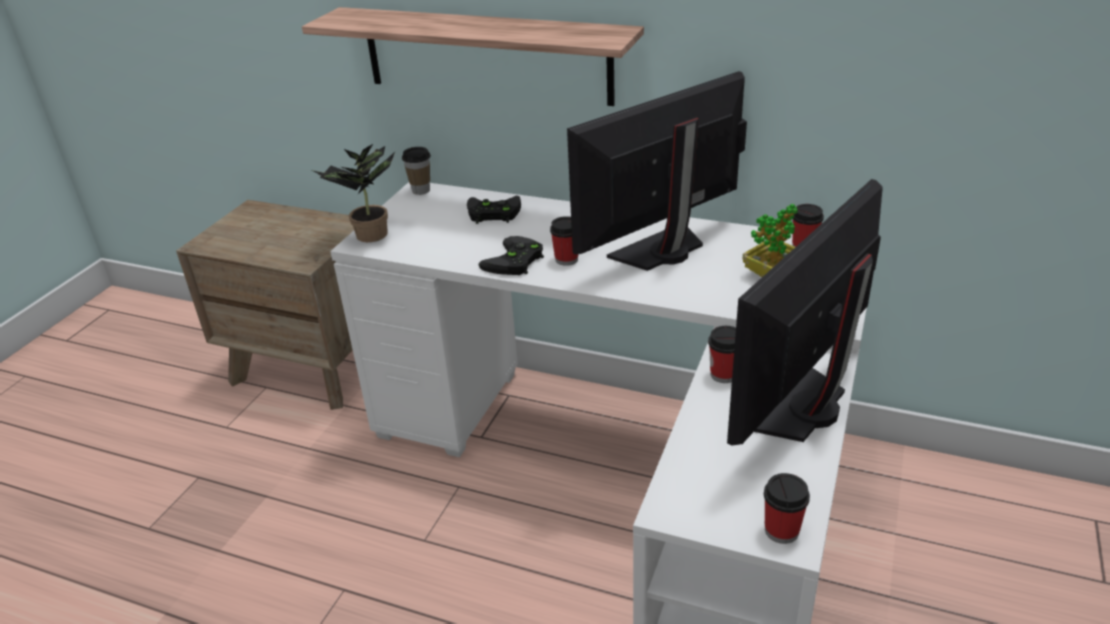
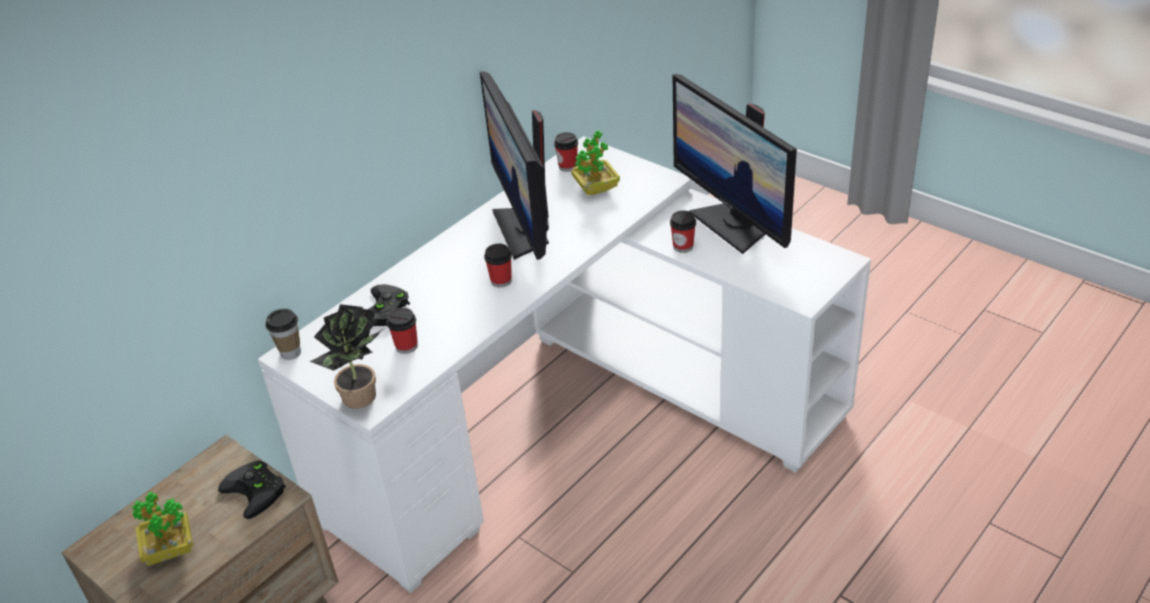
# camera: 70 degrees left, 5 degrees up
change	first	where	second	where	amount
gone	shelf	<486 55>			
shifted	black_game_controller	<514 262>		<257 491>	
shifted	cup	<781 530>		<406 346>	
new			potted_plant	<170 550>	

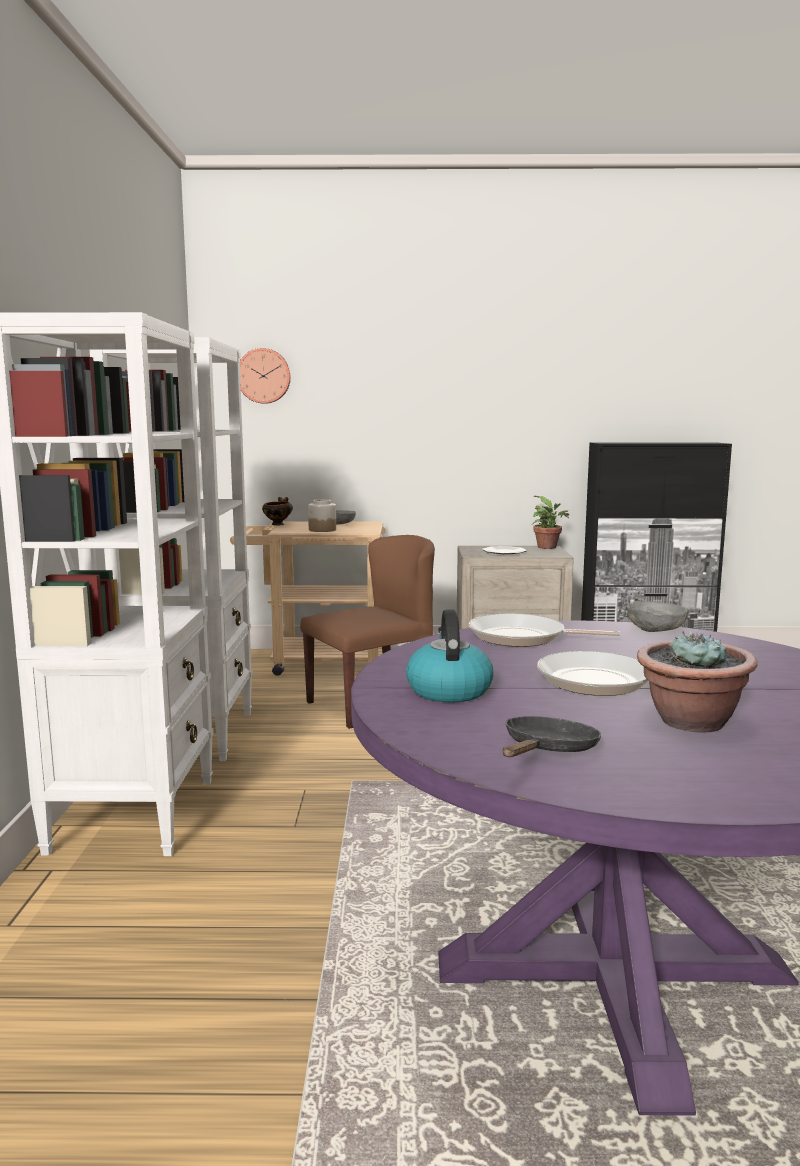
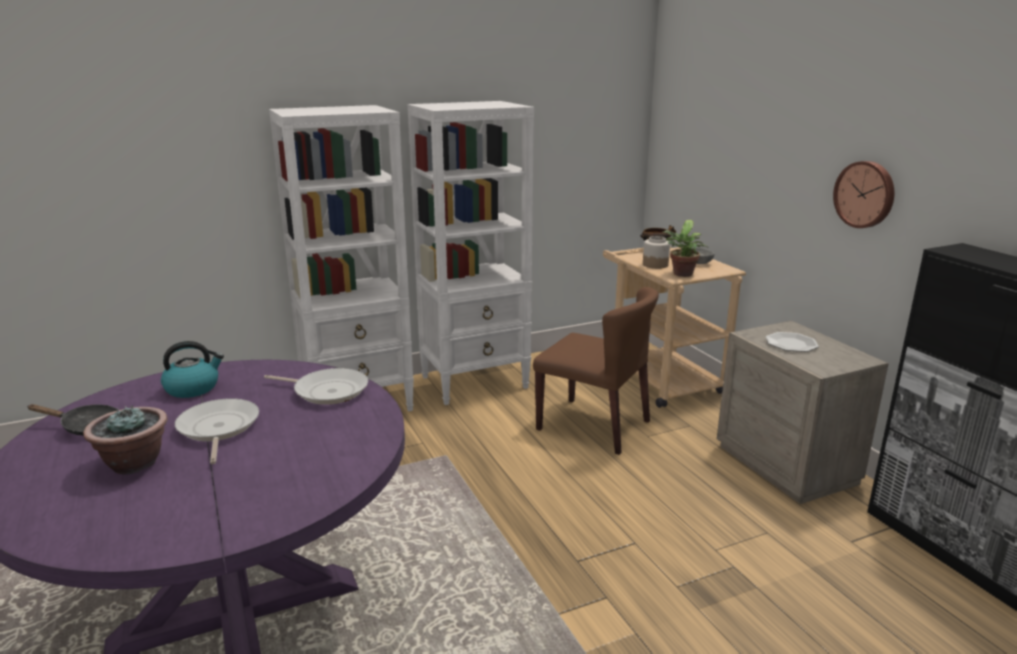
# camera: 65 degrees right, 10 degrees up
change	first	where	second	where	amount
shifted	wall_clock	<264 376>		<865 194>	
rotated	frying_pan	<523 637>		<327 391>	120 degrees clockwise
shifted	potted_plant	<548 548>		<682 275>	
gone	grey_bowl	<655 631>			

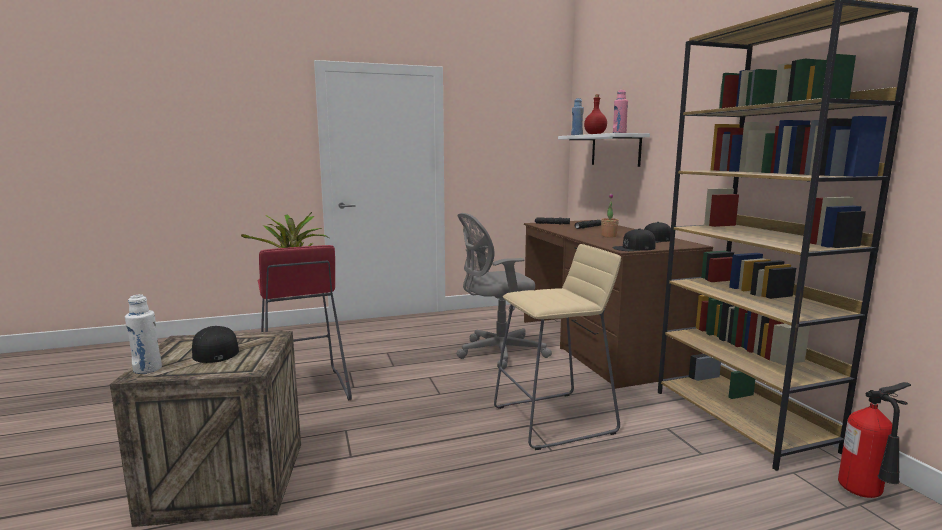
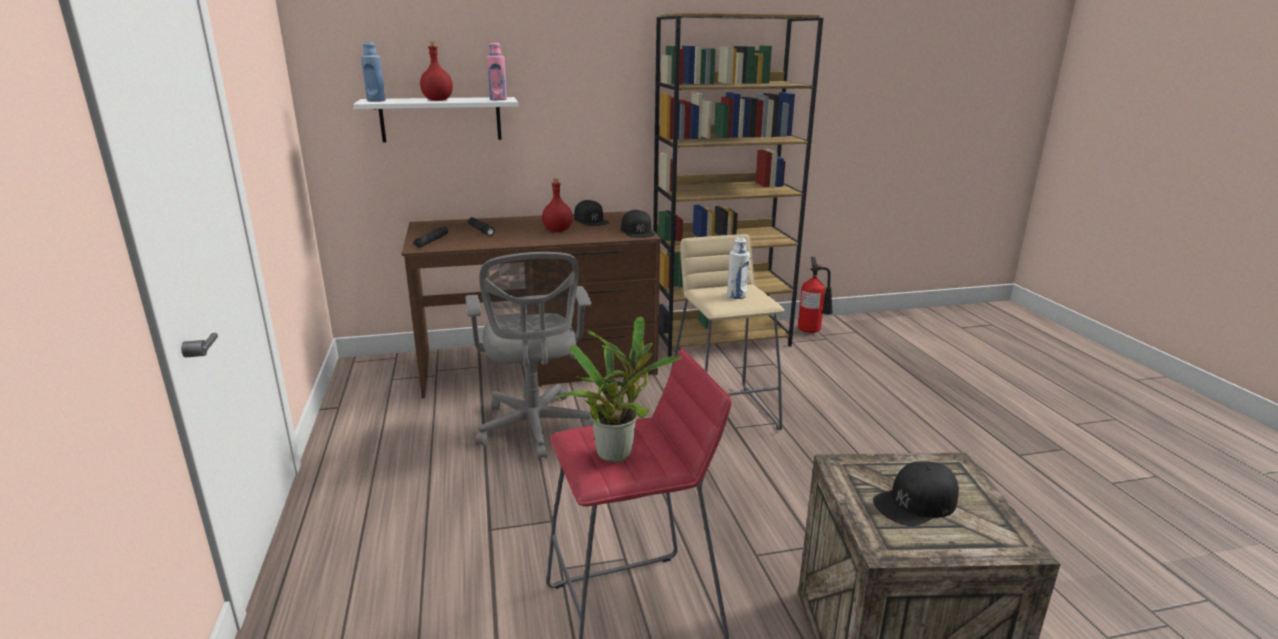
# camera: 85 degrees left, 10 degrees up
change	first	where	second	where	amount
shifted	white_bottle	<147 369>		<736 296>	
swapped	potted_plant	<609 236>	red_bottle	<558 230>	

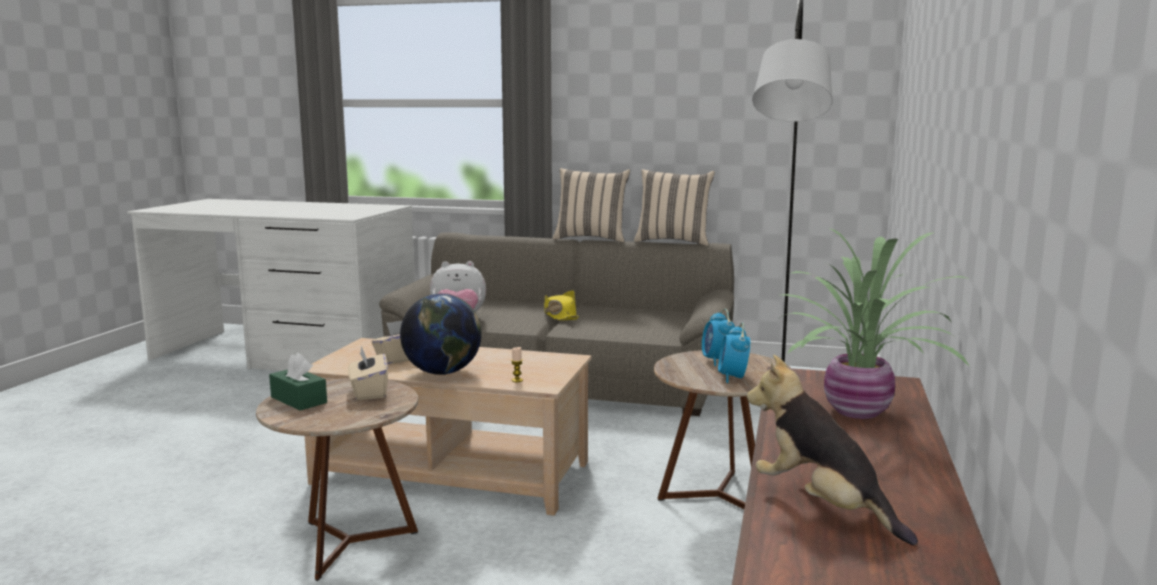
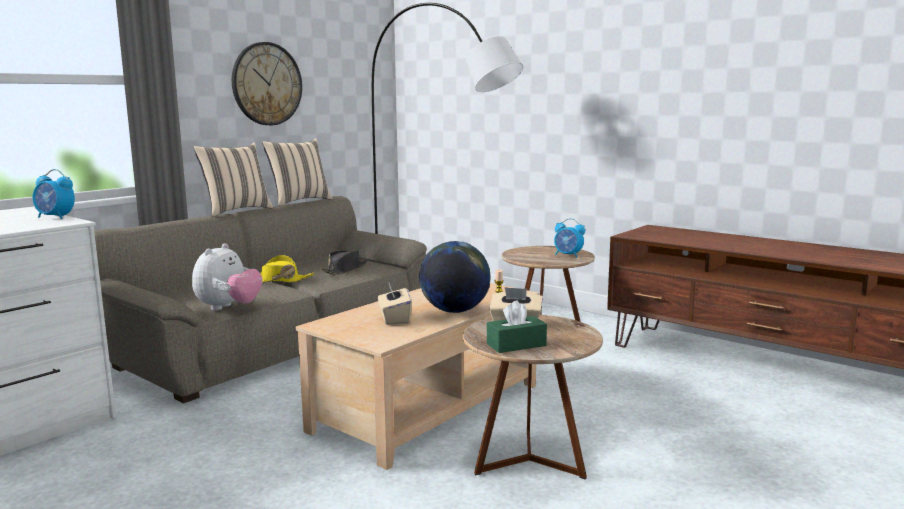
# camera: 65 degrees left, 0 degrees up
change	first	where	second	where	amount
shifted	alarm_clock	<717 361>		<55 217>	
gone	plush_toy	<822 506>			
gone	potted_plant	<858 413>			
new			wall_clock	<266 84>	
new			black_hat	<345 270>	

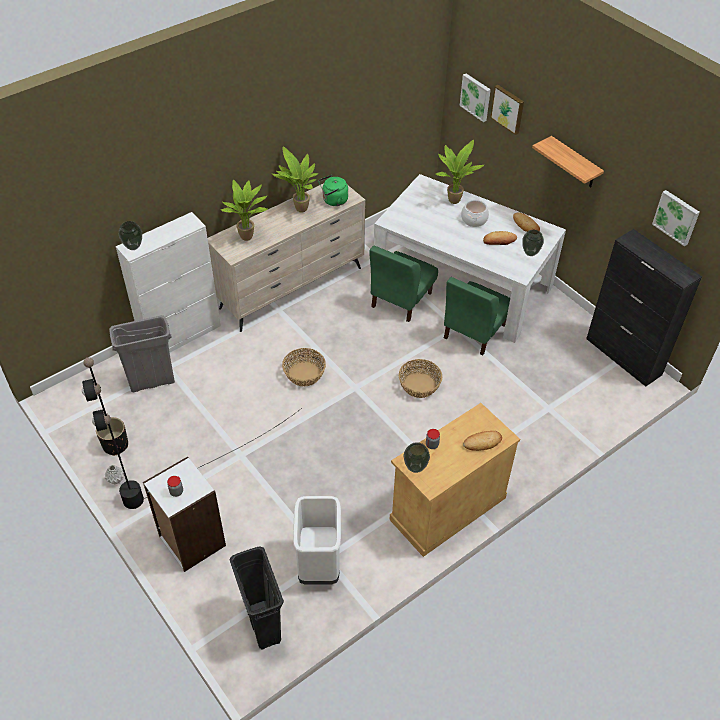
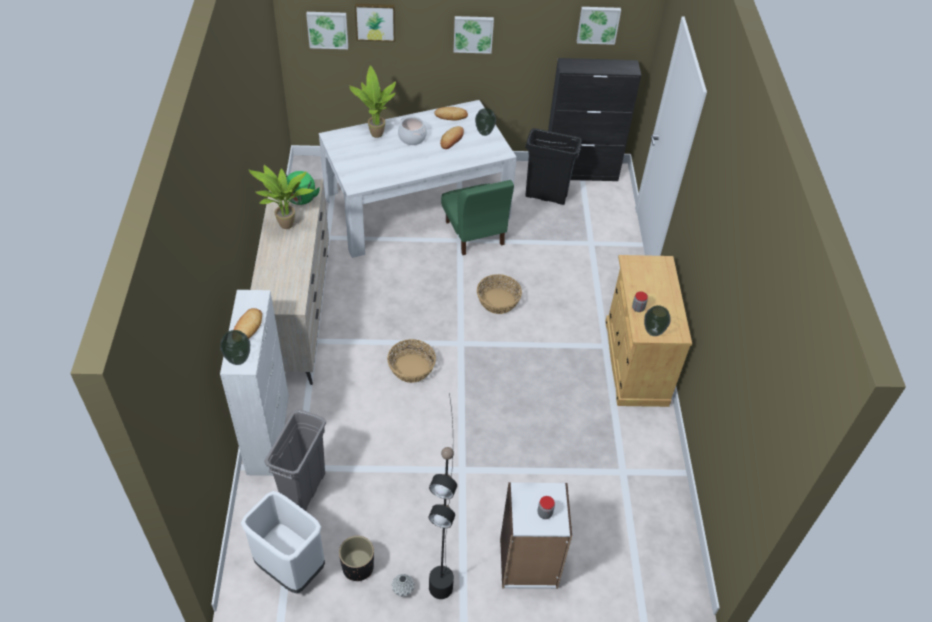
# camera: 55 degrees left, 0 degrees up
change	first	where	second	where	amount
gone	potted_plant	<248 237>			
shifted	black_trash_can	<262 623>		<545 196>	
shifted	white_trash_can	<318 564>		<290 567>	
gone	green_chair	<401 300>			
shifted	bread	<482 442>		<247 327>	
swapped	shelf	<574 163>	picture	<473 33>	

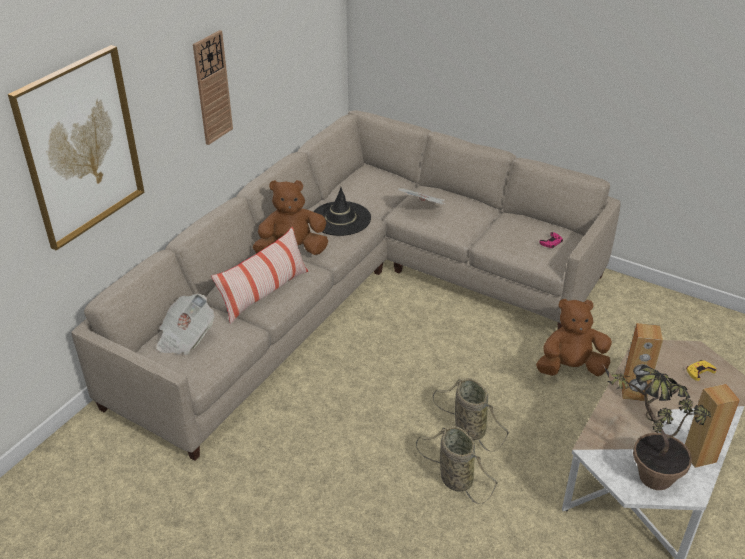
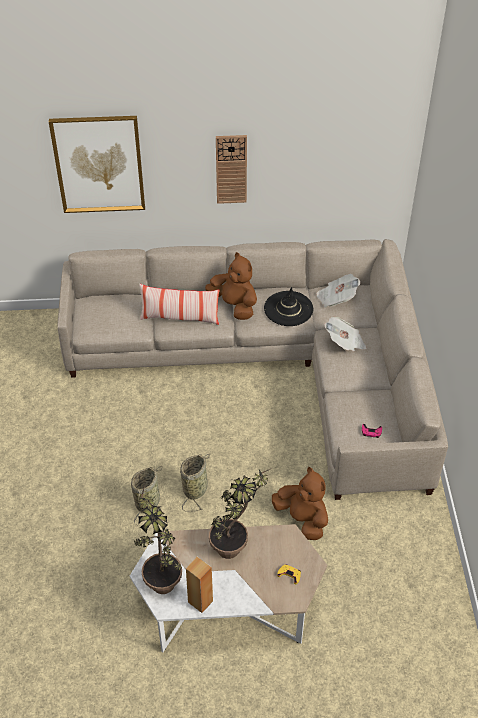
# camera: 55 degrees right, 10 degrees up
change	first	where	second	where	amount
shifted	newspaper	<185 337>		<336 298>	
swapped	brown_speaker	<633 393>	potted_plant	<235 544>	

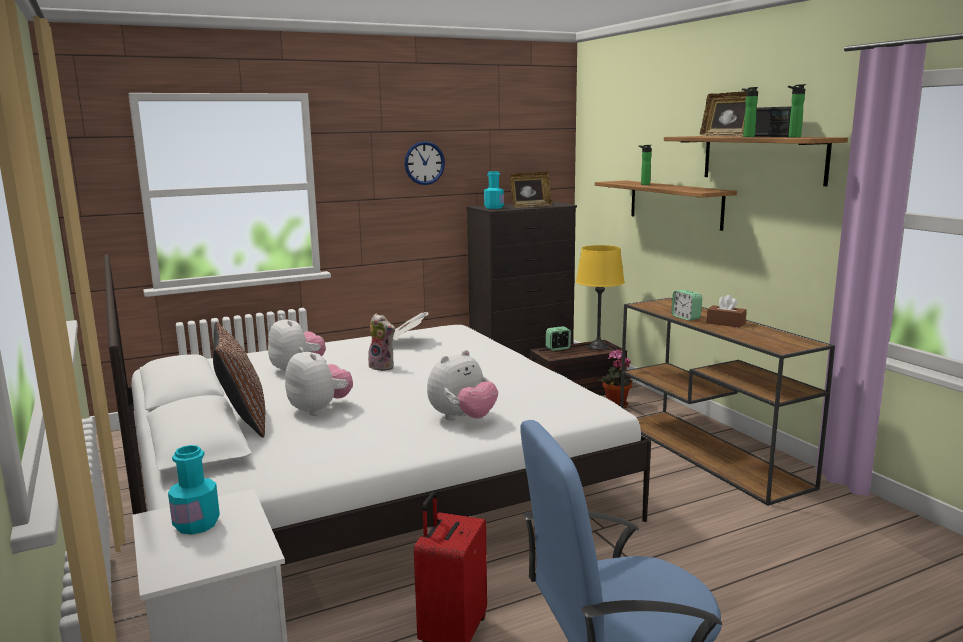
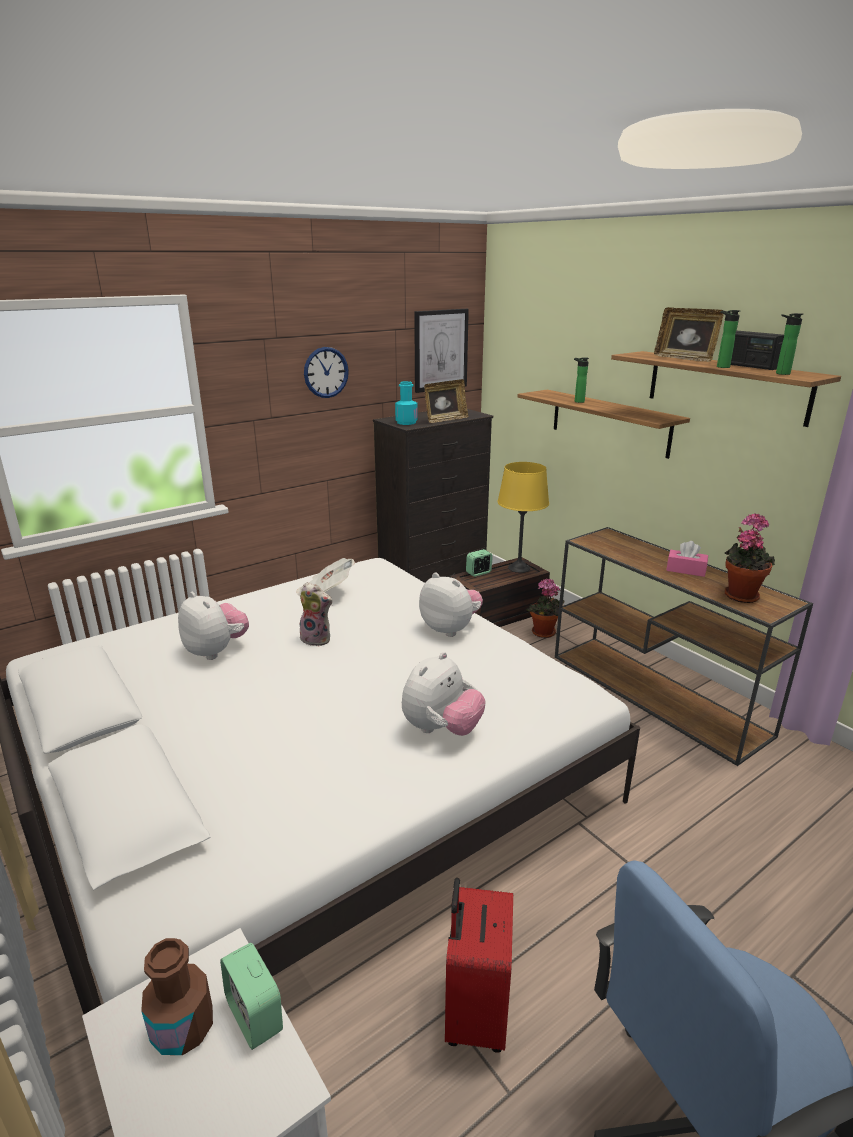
# camera: 10 degrees left, 10 degrees up
change	first	where	second	where	amount
repainted	turquoise_bottle	<196 524>	brown_bottle	<183 1028>	
gone	brown_pillow	<243 421>			
shifted	plush_toy	<319 409>		<450 628>	
shifted	alarm_clock	<686 317>		<255 1015>	
repainted	brown_tissue_box	<725 323>	pink_tissue_box	<686 570>	
new			picture	<440 350>	
new			potted_plant	<740 594>	

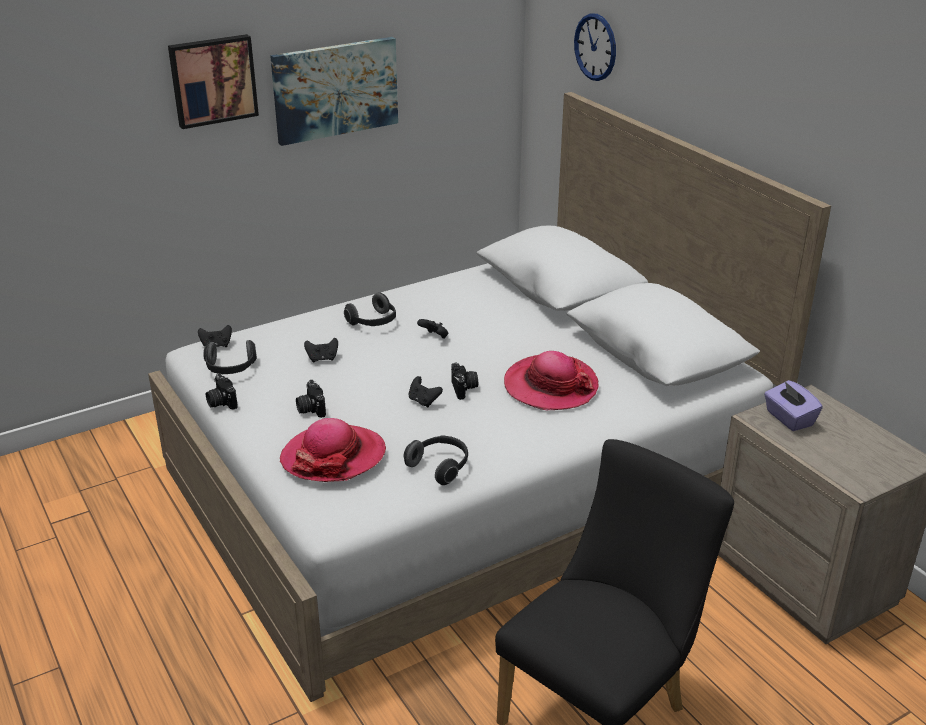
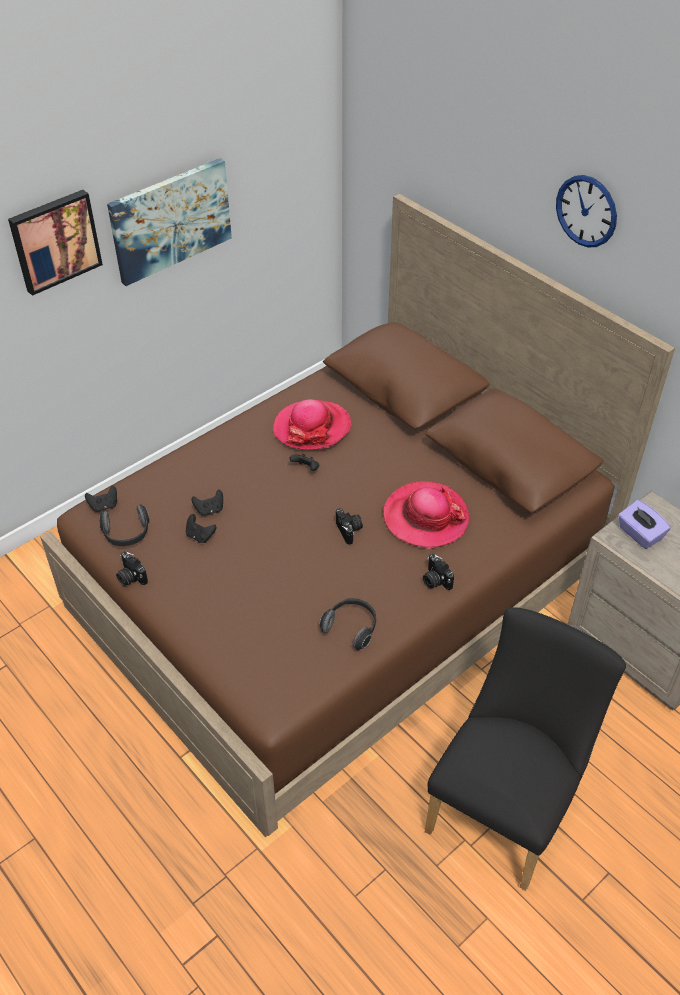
# camera: 10 degrees left, 15 degrees up
change	first	where	second	where	amount
repainted	white_bed	<464 482>	brown_bed	<341 584>	
shifted	hat	<333 457>		<312 427>	
shifted	photo_camera	<310 409>		<435 580>	
gone	headphones	<373 322>			
shifted	black_game_controller	<423 401>		<200 536>	
shifted	wall_clock	<595 47>		<586 211>	

